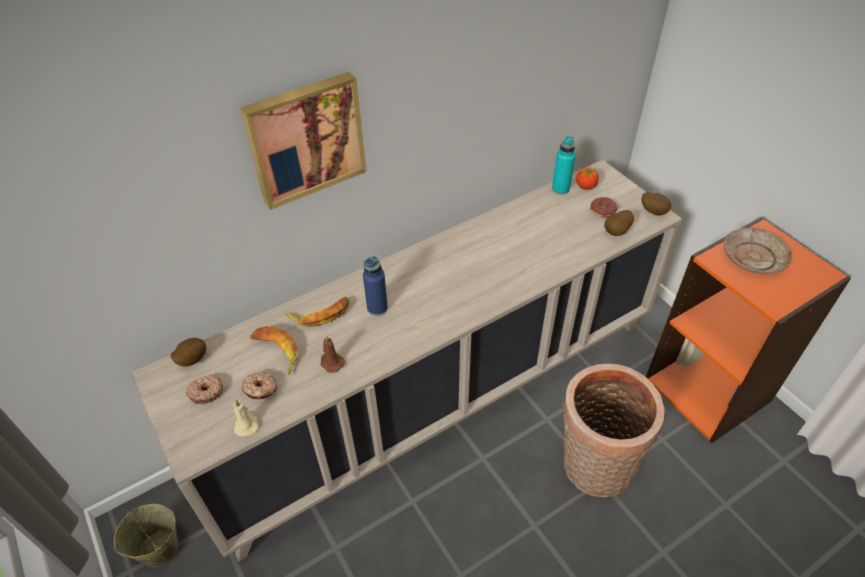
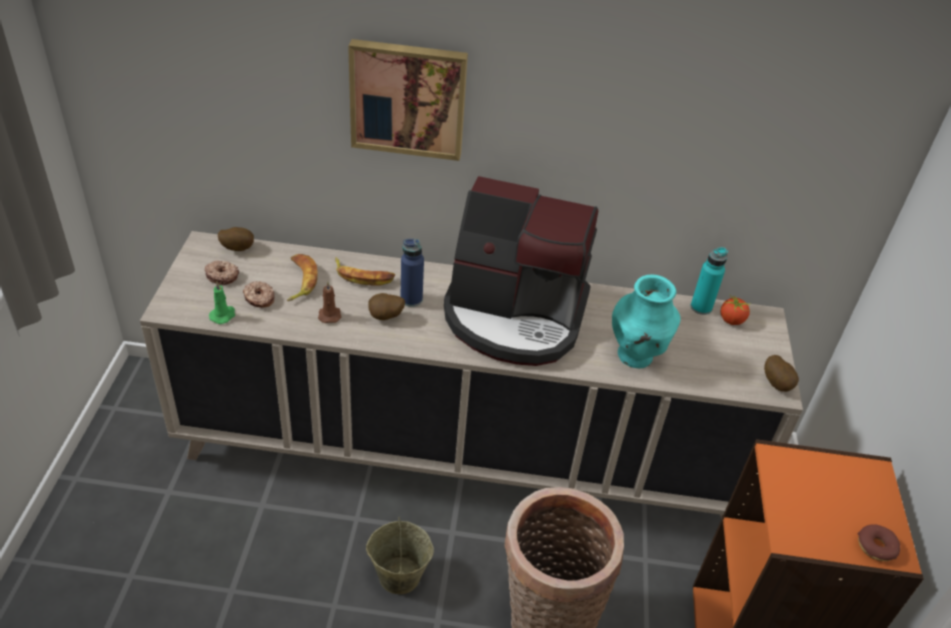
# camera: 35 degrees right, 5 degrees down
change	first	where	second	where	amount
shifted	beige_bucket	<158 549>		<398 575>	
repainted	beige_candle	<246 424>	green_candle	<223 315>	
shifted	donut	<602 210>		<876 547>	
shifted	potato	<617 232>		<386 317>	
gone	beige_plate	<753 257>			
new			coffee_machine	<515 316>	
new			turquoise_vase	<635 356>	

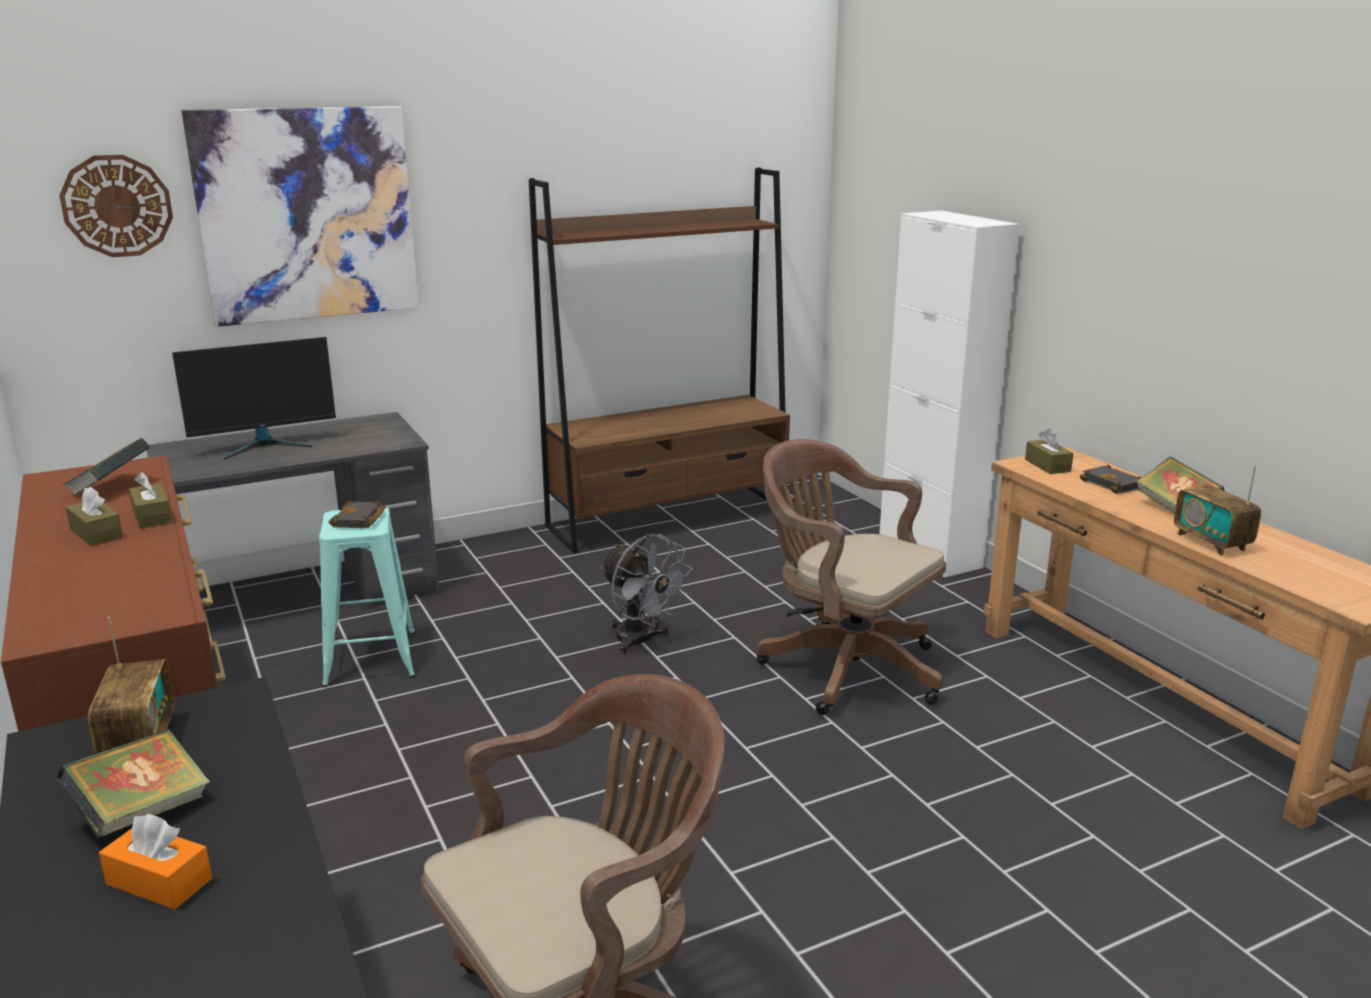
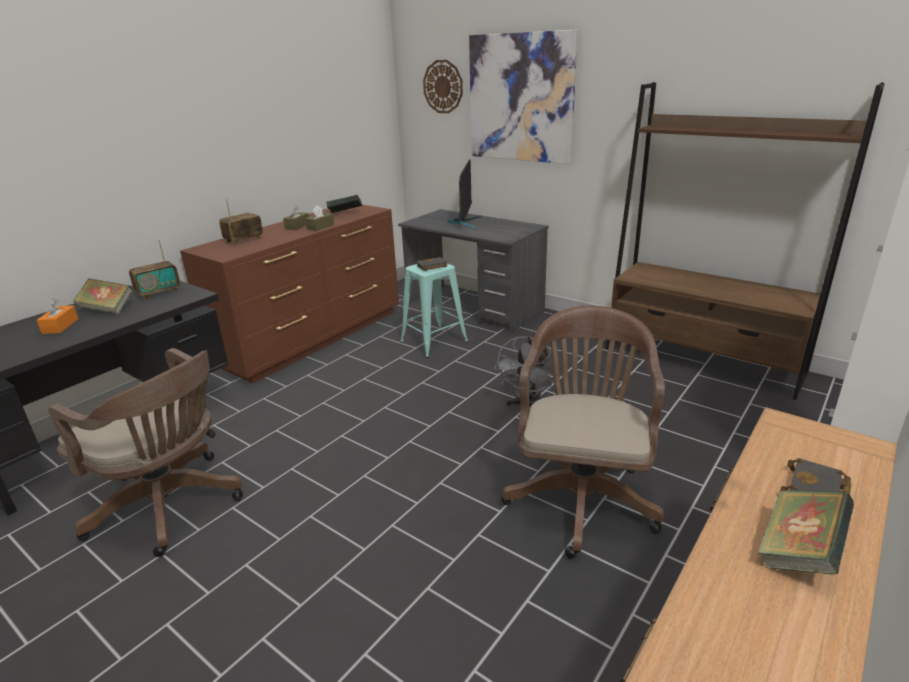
# camera: 65 degrees right, 5 degrees up
change	first	where	second	where	amount
rotated	monitor	<265 445>		<465 222>	120 degrees counterclockwise
gone	brown_tissue_box	<1047 465>			
shifted	radio	<1211 542>		<244 240>	

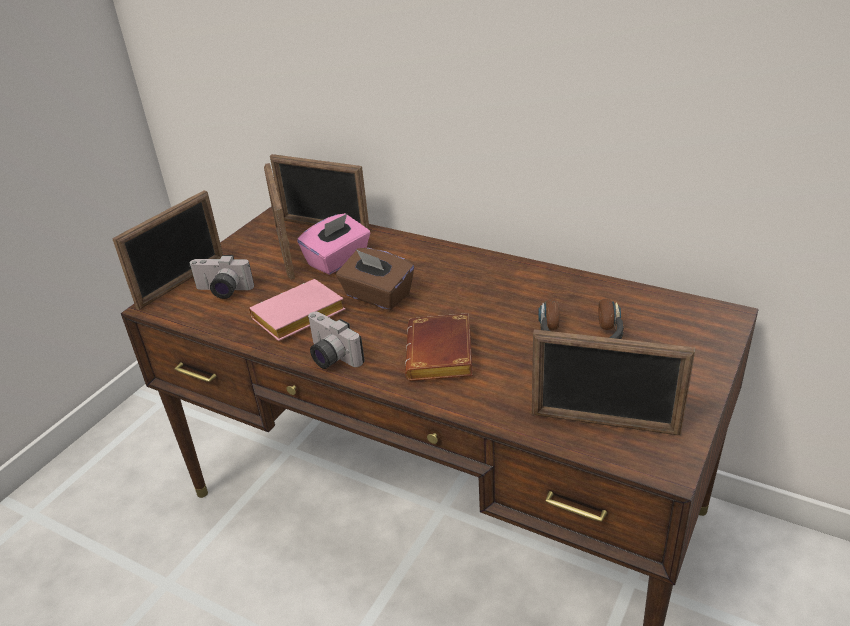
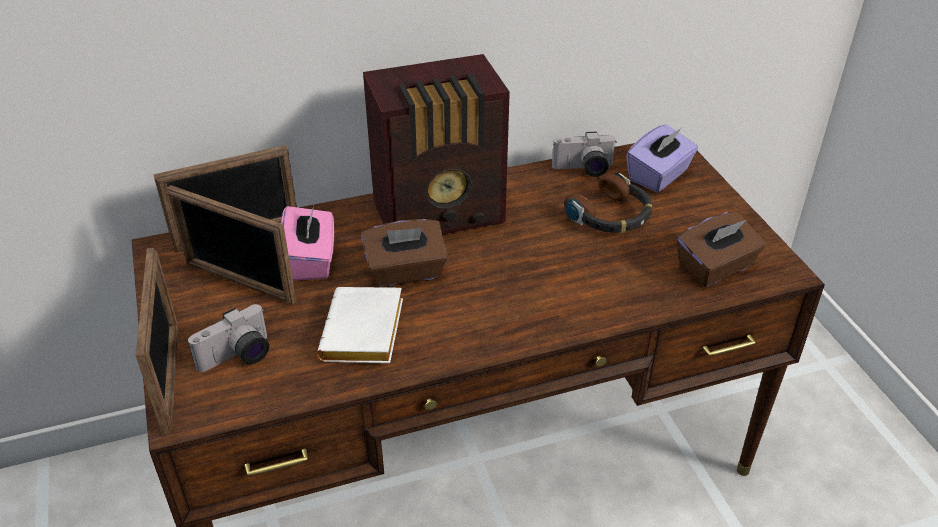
# camera: 50 degrees left, 5 degrees up
change	first	where	second	where	amount
repainted	pink_book	<297 318>	white_book	<365 334>	
shifted	photo_camera	<330 357>		<584 170>	
gone	brown_book	<442 356>			
swapped	picture_frame	<604 423>	brown_tissue_box	<716 268>	
new			radio	<442 214>	
new			purple_tissue_box	<659 176>	

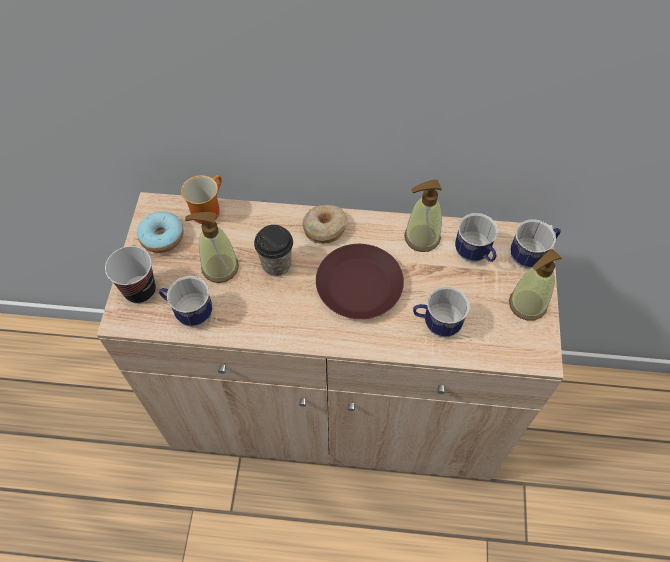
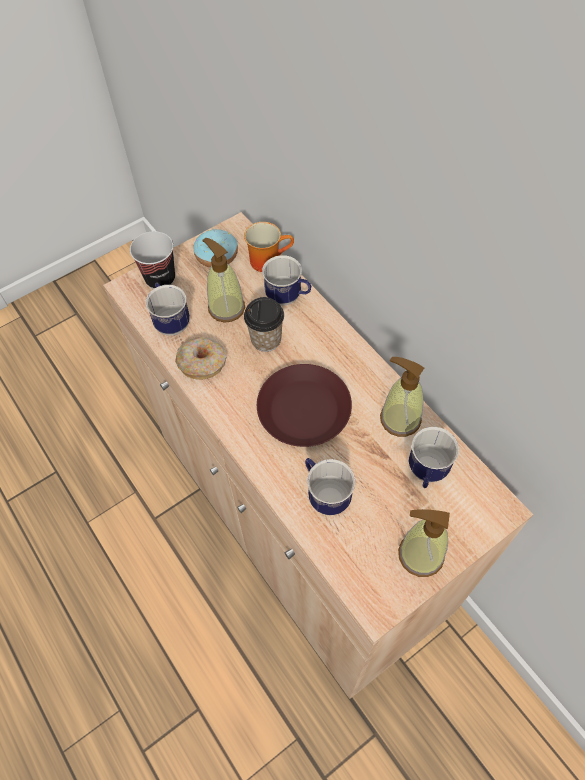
# camera: 50 degrees right, 0 degrees up
change	first	where	second	where	amount
shifted	donut	<324 228>		<202 362>	
shifted	mug	<531 255>		<288 298>	

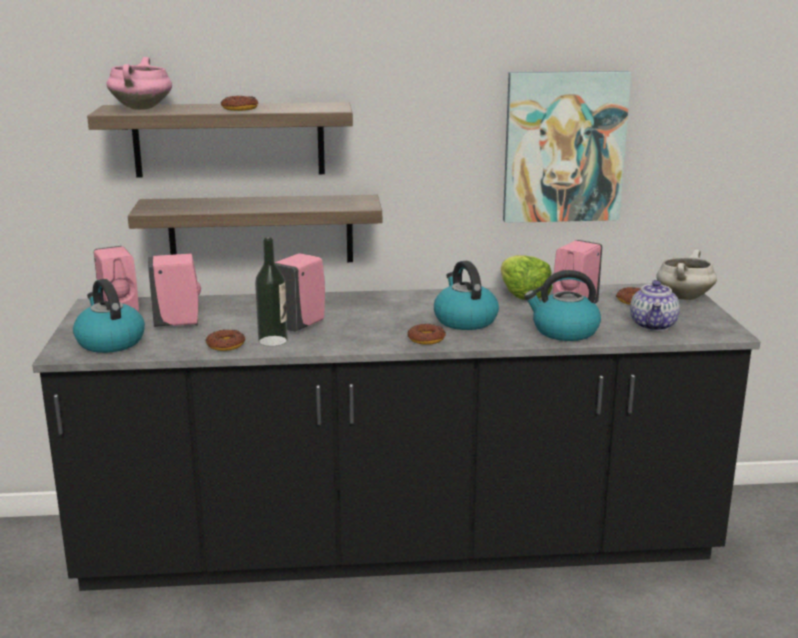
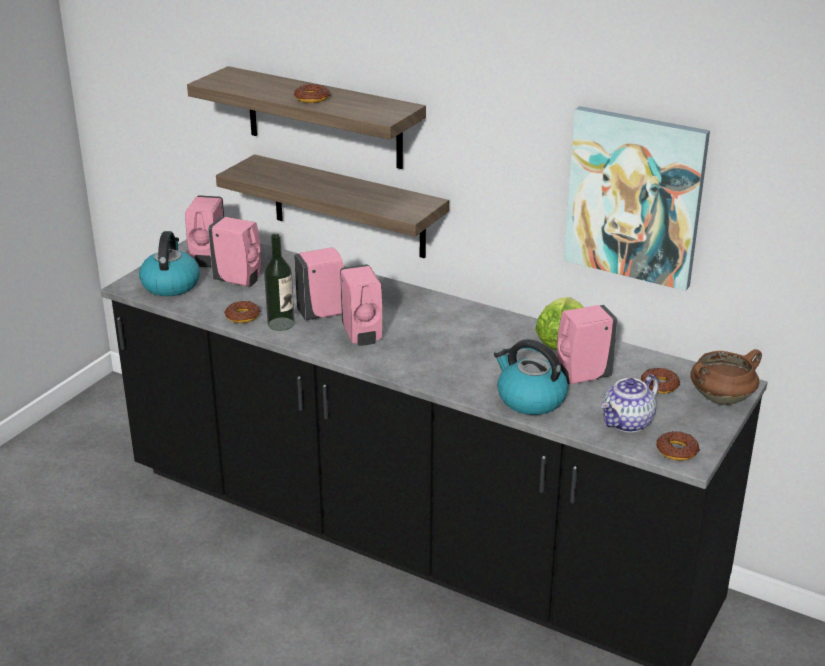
# camera: 35 degrees right, 10 degrees up
change	first	where	second	where	amount
gone	pink_cooking_pot	<142 108>			
shifted	donut	<426 339>		<677 450>	
gone	kettle	<464 320>			
repainted	white_cooking_pot	<683 297>	brown_cooking_pot	<721 398>	
new			pink_soap_dispenser	<362 336>	

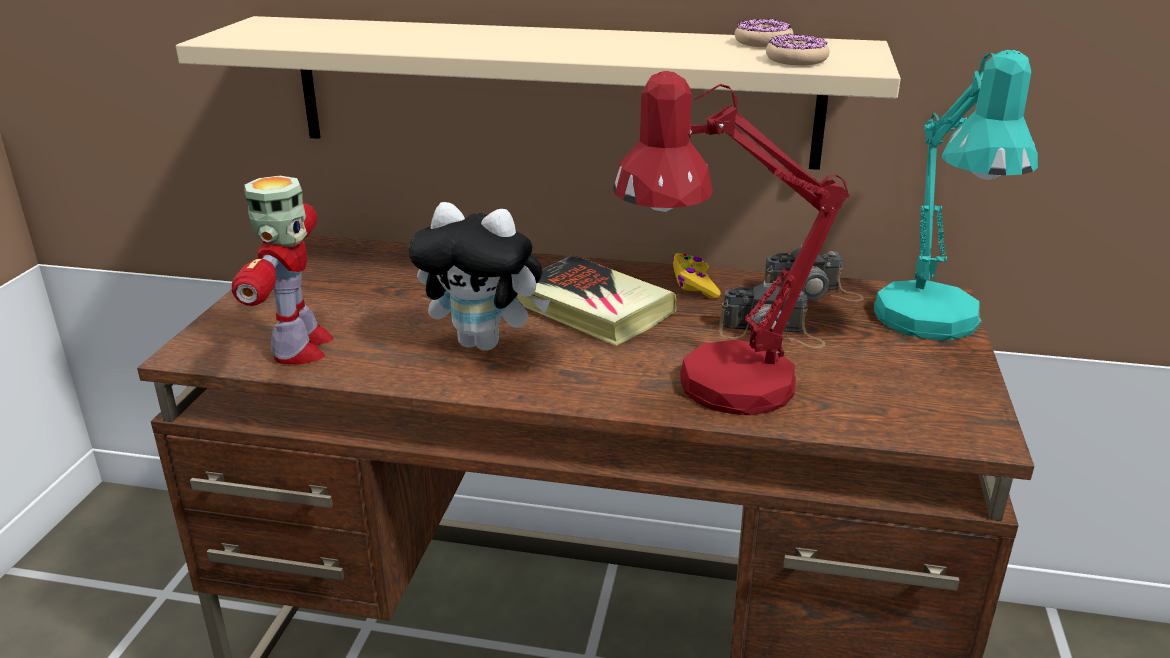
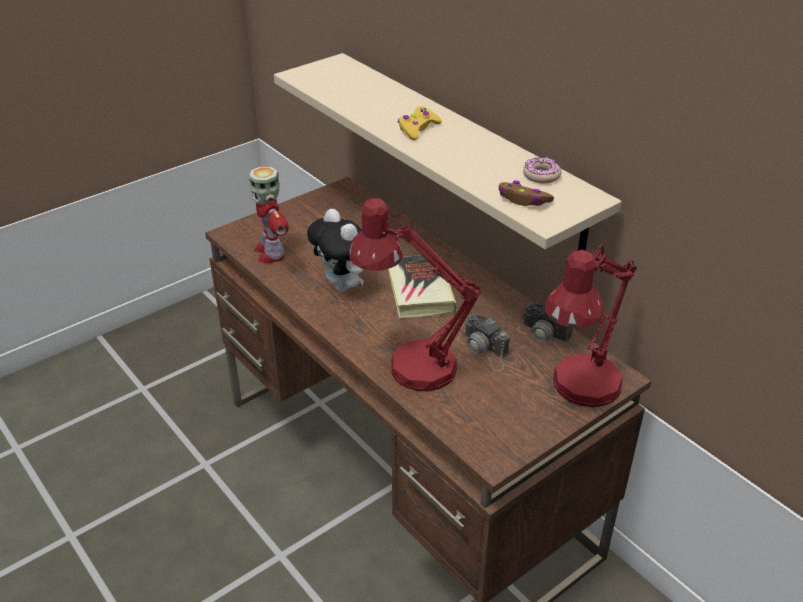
# camera: 40 degrees right, 10 degrees up
change	first	where	second	where	amount
rotated	toy_robot	<300 348>		<270 252>	120 degrees clockwise
shifted	yellow_game_controller	<694 284>		<418 129>	
swapped	donut	<796 60>	brown_game_controller	<523 200>	
repainted	turquoise_table_lamp	<932 327>	red_table_lamp	<578 391>	

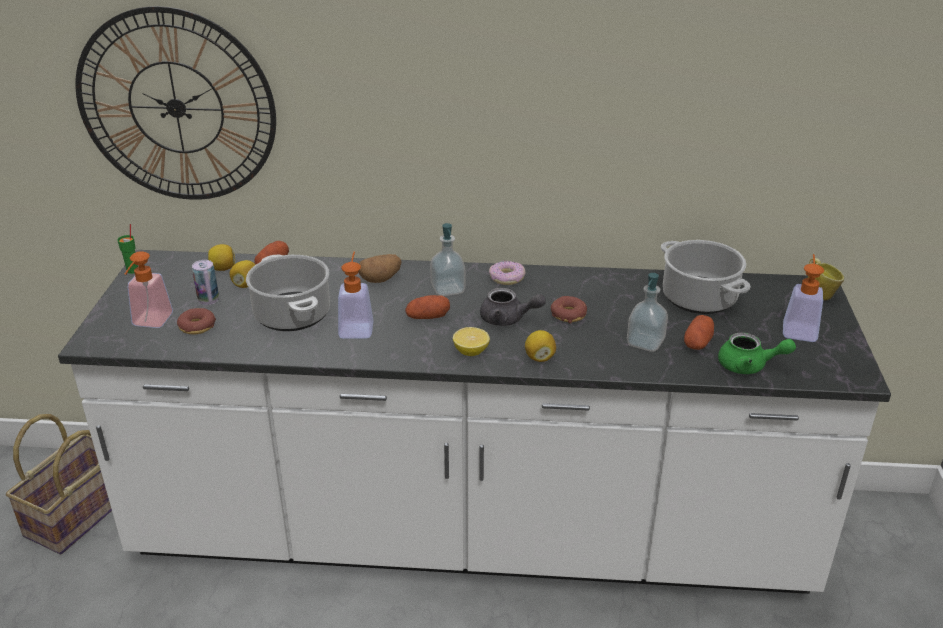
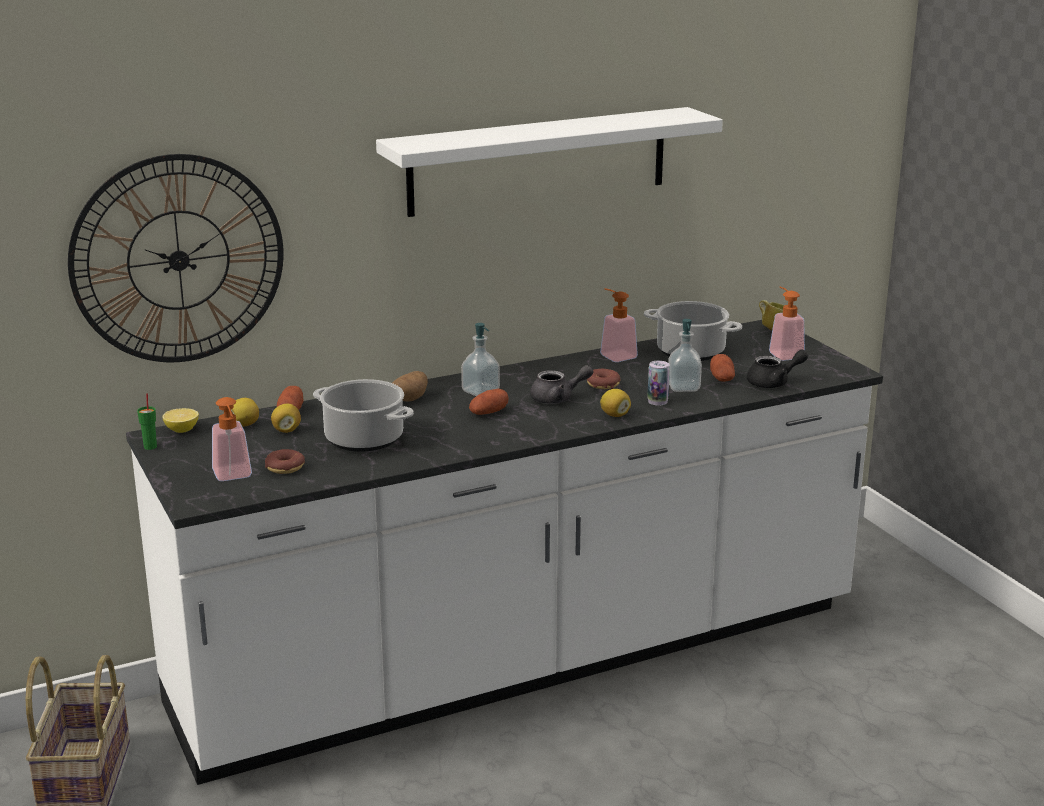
# camera: 30 degrees left, 10 degrees down
change	first	where	second	where	amount
shifted	can	<208 299>		<657 401>	
shifted	soap_dispenser	<356 326>		<615 354>	
shifted	lemon	<471 351>		<181 430>	
gone	donut	<507 278>			
repainted	green_teapot	<749 366>	black_teapot	<774 383>	
new			white_shelf	<539 161>	

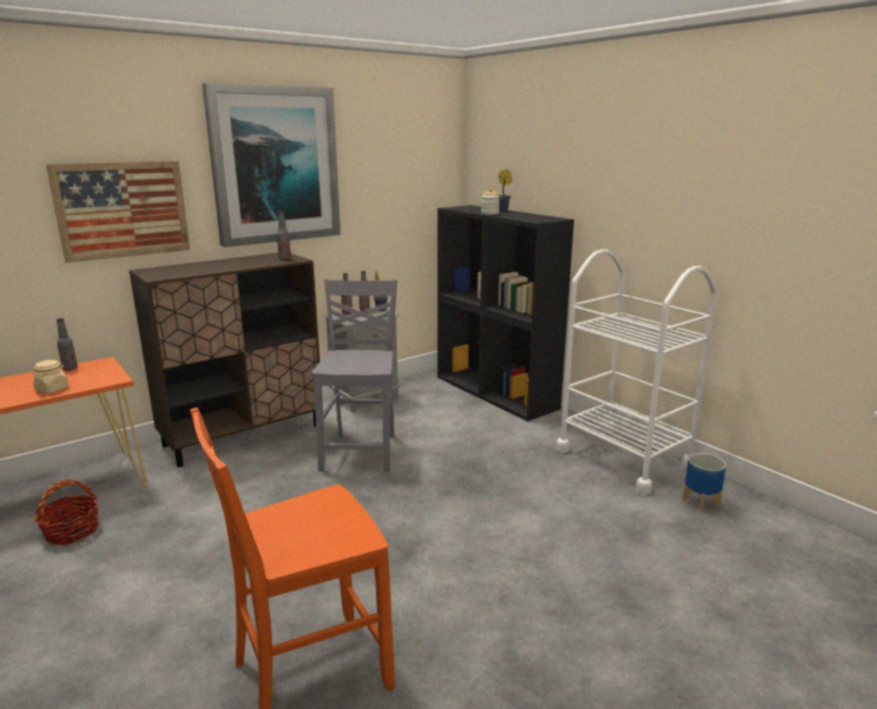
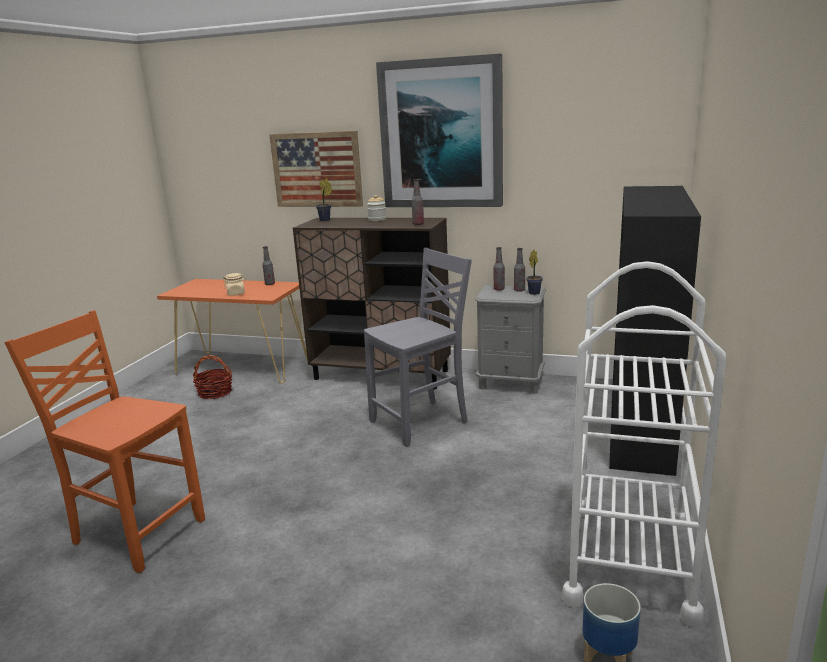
# camera: 55 degrees right, 0 degrees up
change	first	where	second	where	amount
shifted	jar	<490 213>		<377 219>	
shifted	potted_plant	<504 211>		<326 220>	

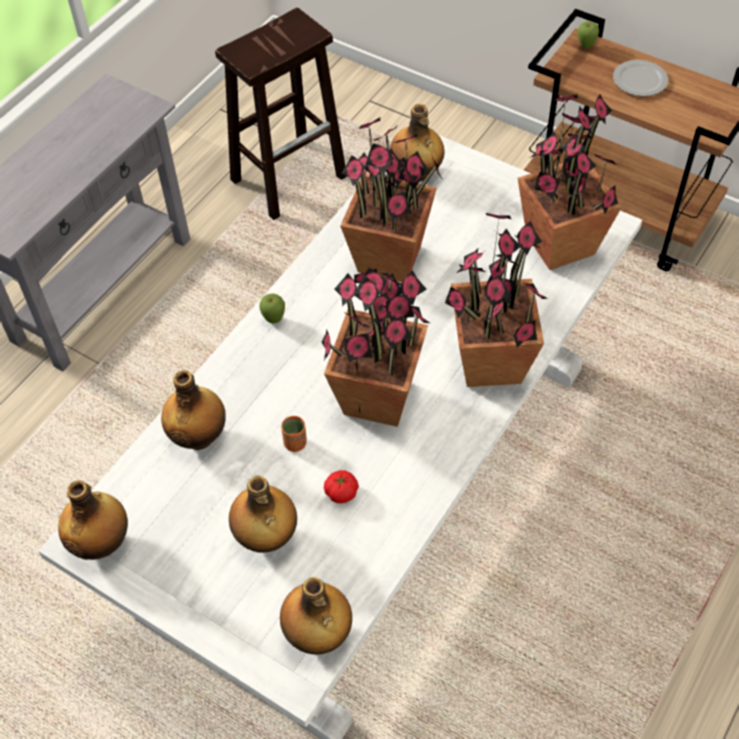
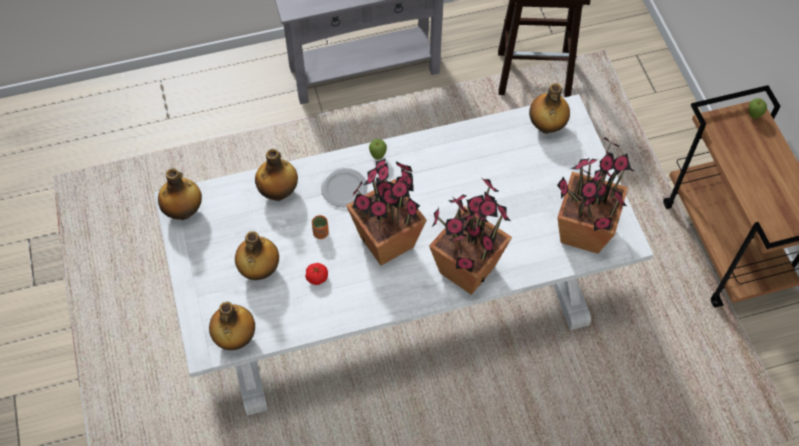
# camera: 40 degrees right, 5 degrees up
change	first	where	second	where	amount
gone	potted_plant	<390 259>			
shifted	plate	<639 80>		<344 188>	

